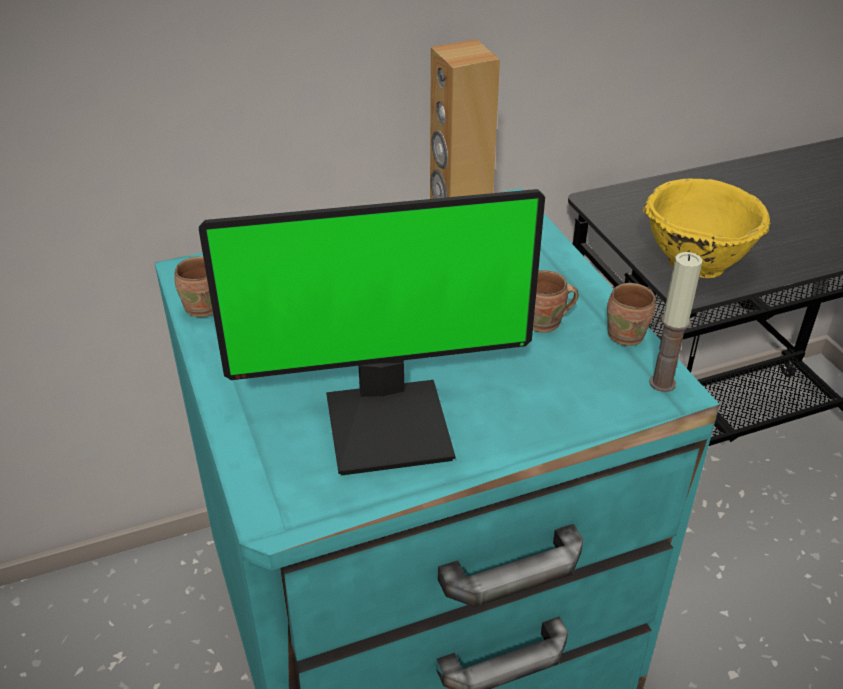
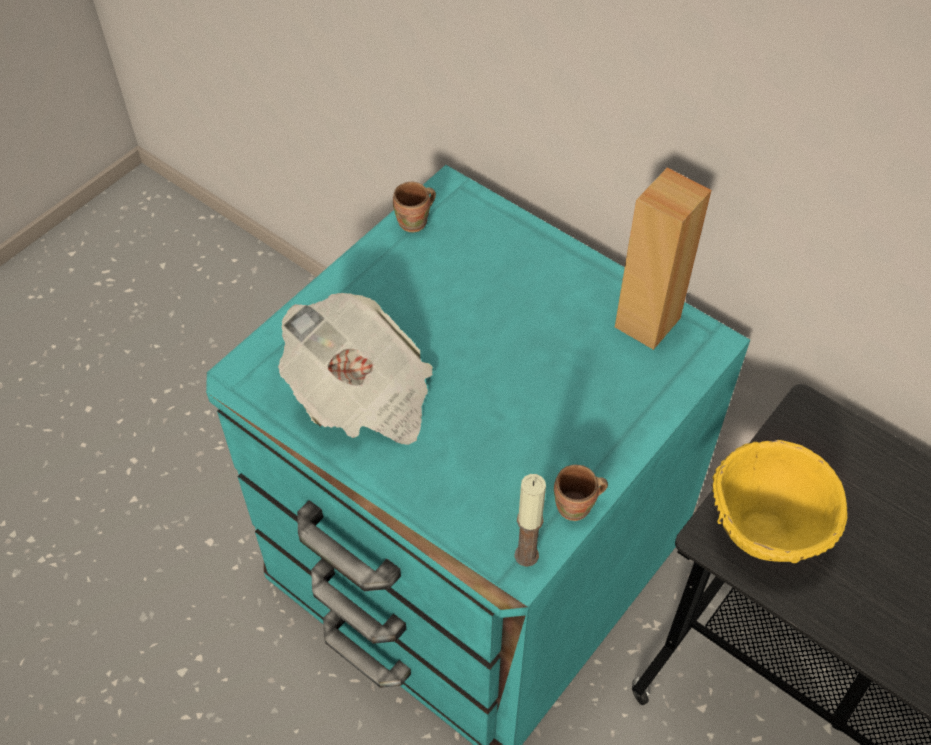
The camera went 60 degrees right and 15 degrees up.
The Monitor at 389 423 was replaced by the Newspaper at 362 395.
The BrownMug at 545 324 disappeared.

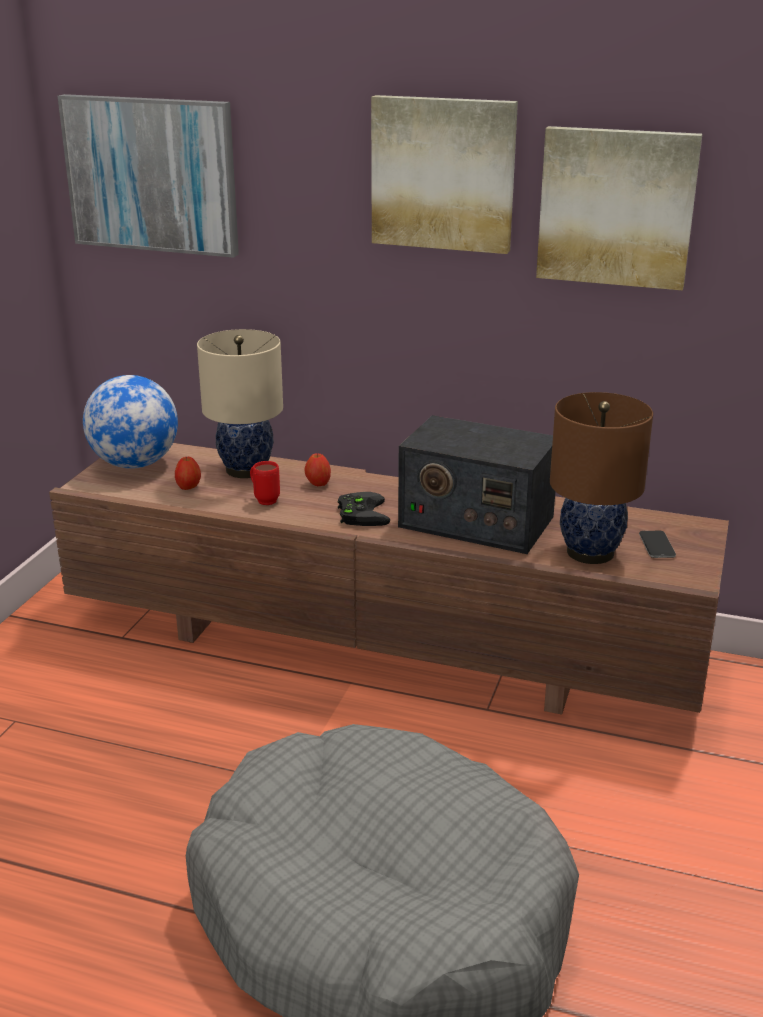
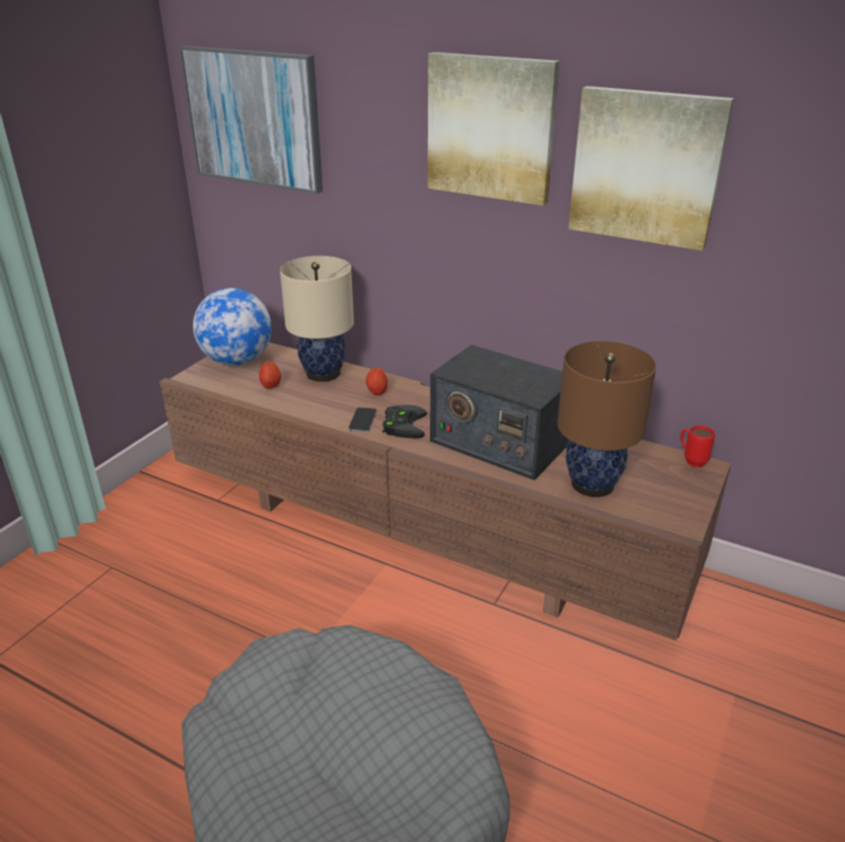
The camera went 10 degrees right and 5 degrees up.
The RedMug moved from 263 499 to 691 460.
The Phone moved from 656 545 to 362 420.

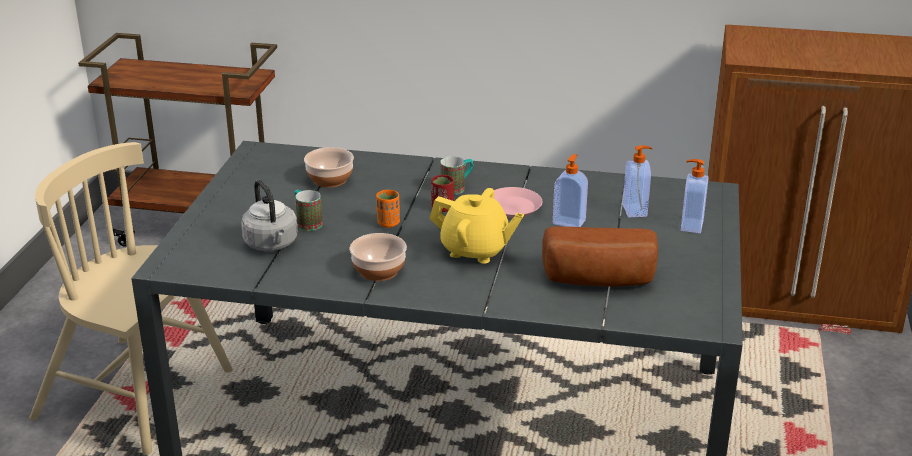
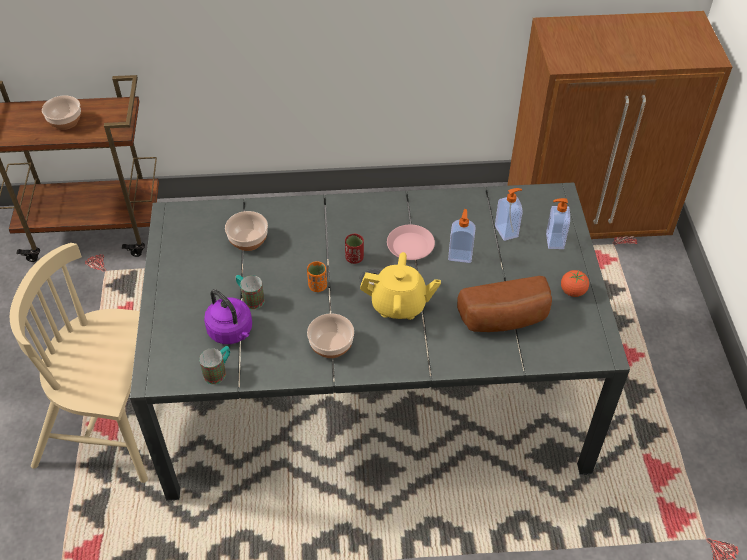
The camera went 15 degrees left and 20 degrees up.
The Mug moved from 457 188 to 218 371.
The GreyKettle at 272 244 became the PurpleKettle at 232 332.
The Bowl at 66 121 appeared.
The Tomato at 572 291 appeared.

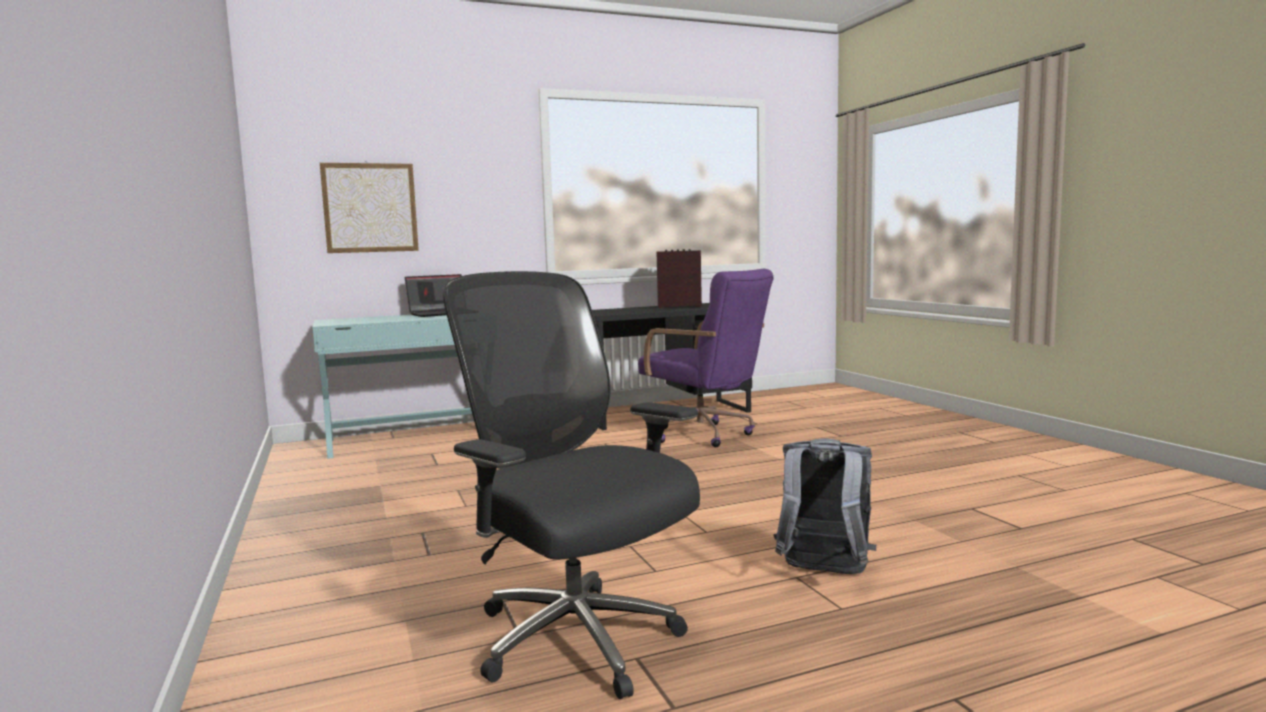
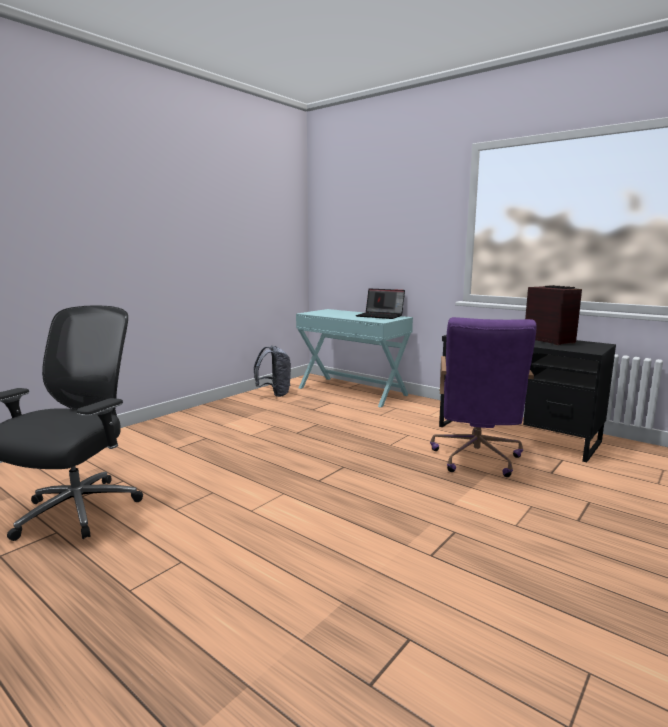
The camera went 60 degrees right and 5 degrees up.
The Picture at 370 206 disappeared.
The GreyBackpack moved from 823 574 to 274 394.

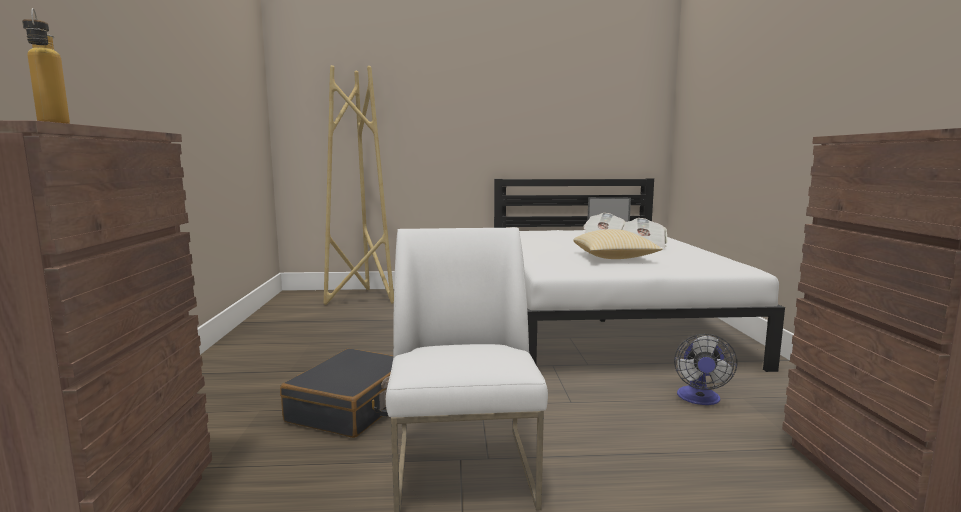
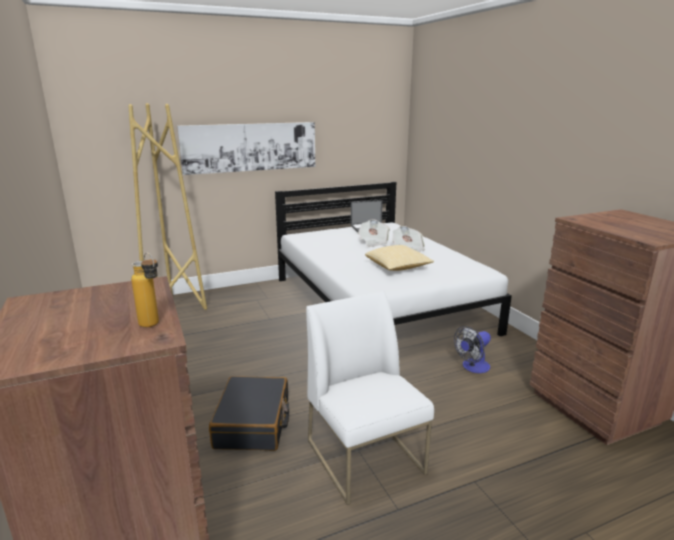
The camera went 20 degrees left and 10 degrees up.
The Fan at 699 399 turned 60 degrees clockwise.
The Picture at 250 147 appeared.

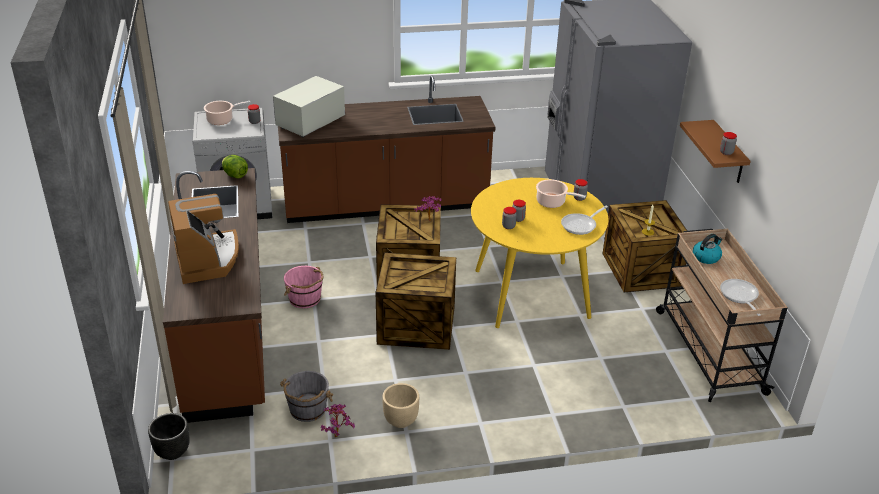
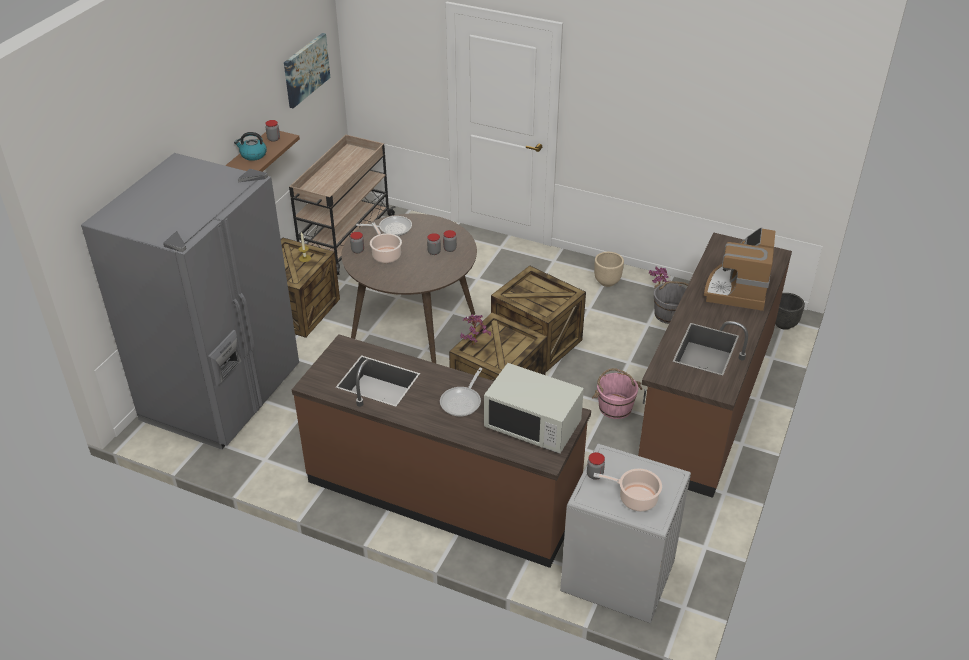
The camera went 145 degrees left and 5 degrees up.
The WhiteMicrowave at 311 123 turned 45 degrees clockwise.
The Lettuce at 235 175 disappeared.
The YellowDiningTable at 531 294 became the BrownDiningTable at 413 328.
The Kettle moved from 706 257 to 253 155.
The FryingPan moved from 739 296 to 462 401.
The Picture at 306 69 appeared.

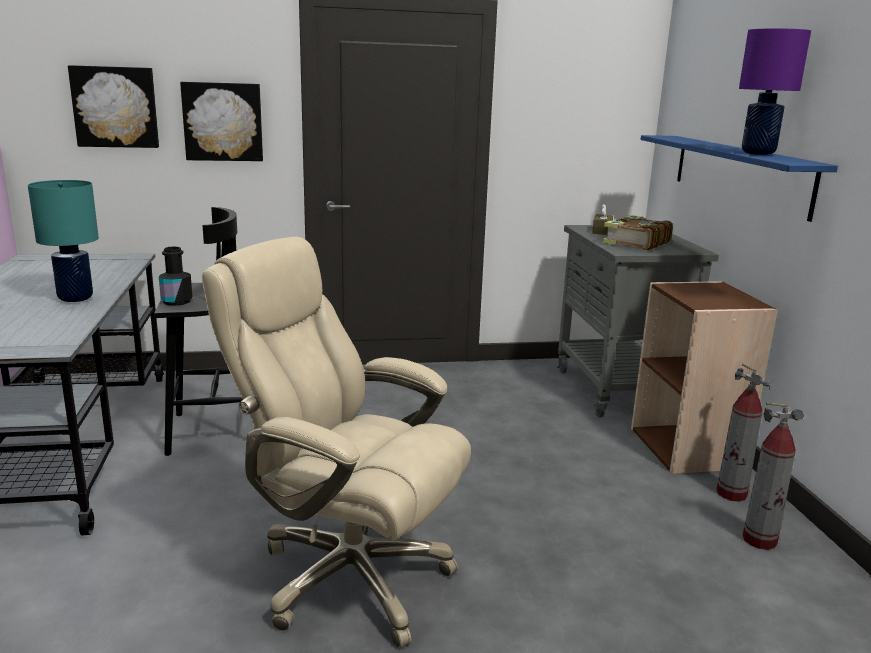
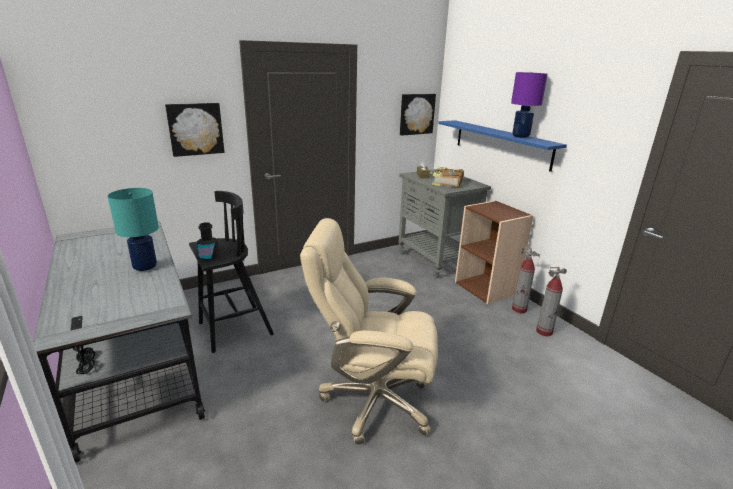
The camera went 20 degrees left and 5 degrees up.
The Picture moved from 115 107 to 416 114.

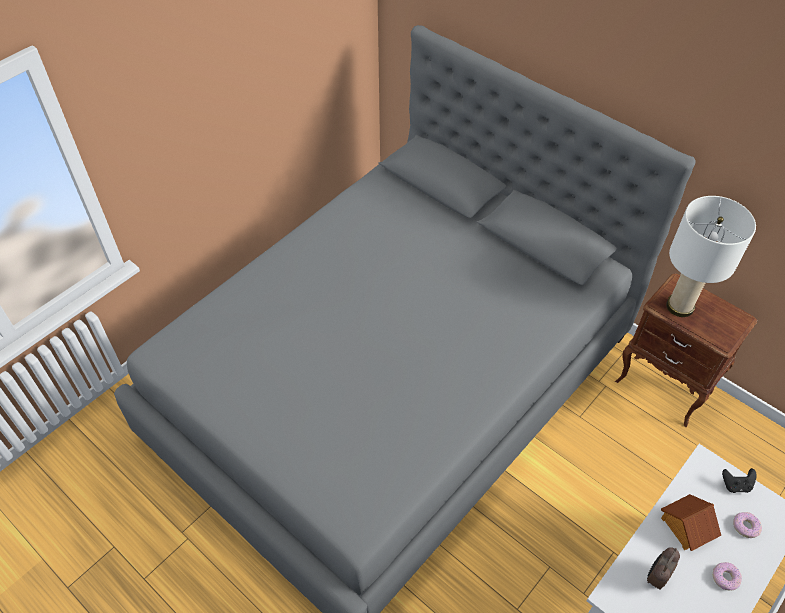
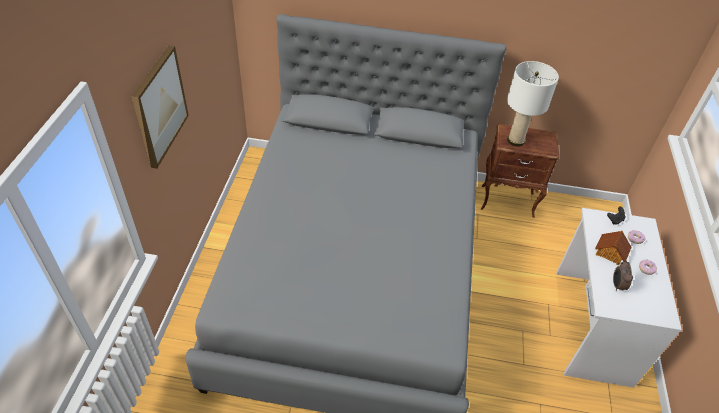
The camera went 35 degrees left and 5 degrees down.
The Picture at 159 106 appeared.

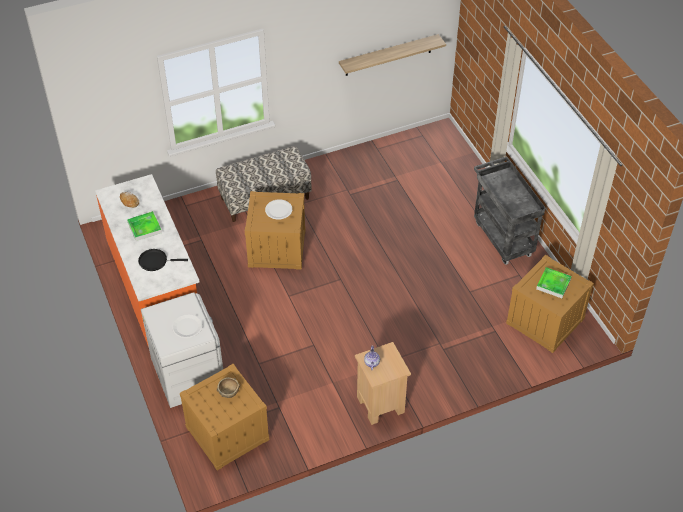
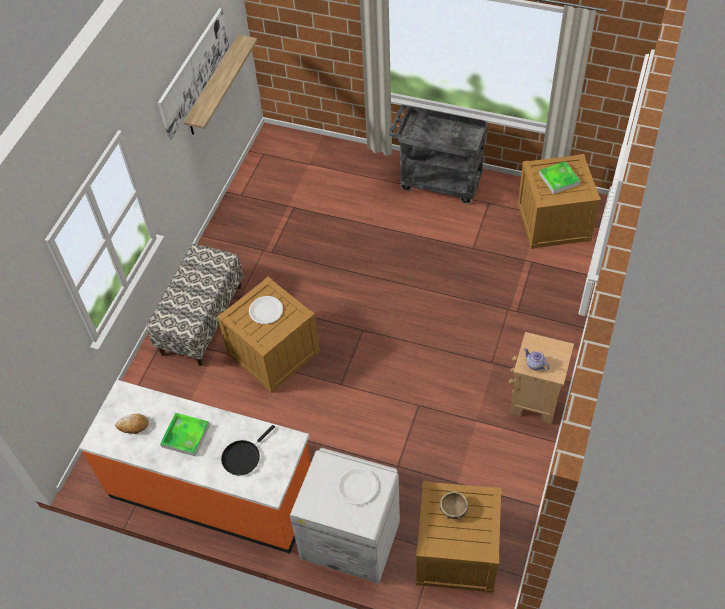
The camera went 45 degrees left and 5 degrees up.
The Picture at 193 72 appeared.

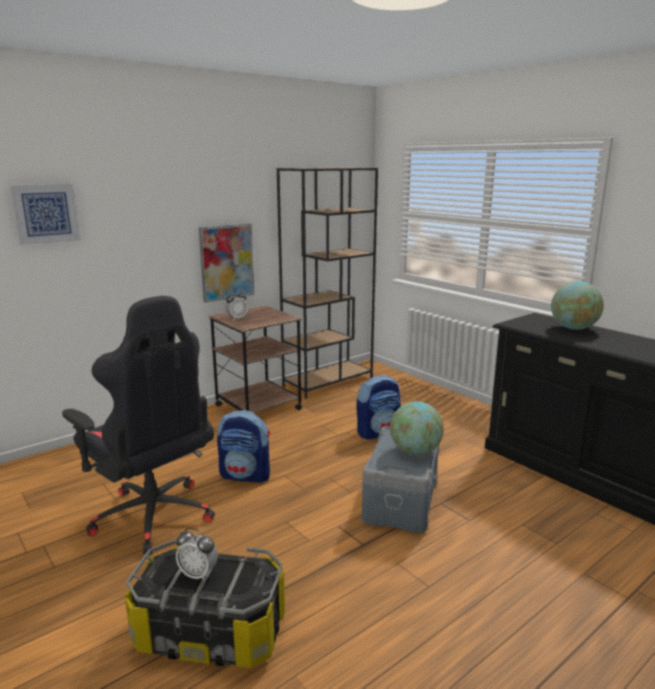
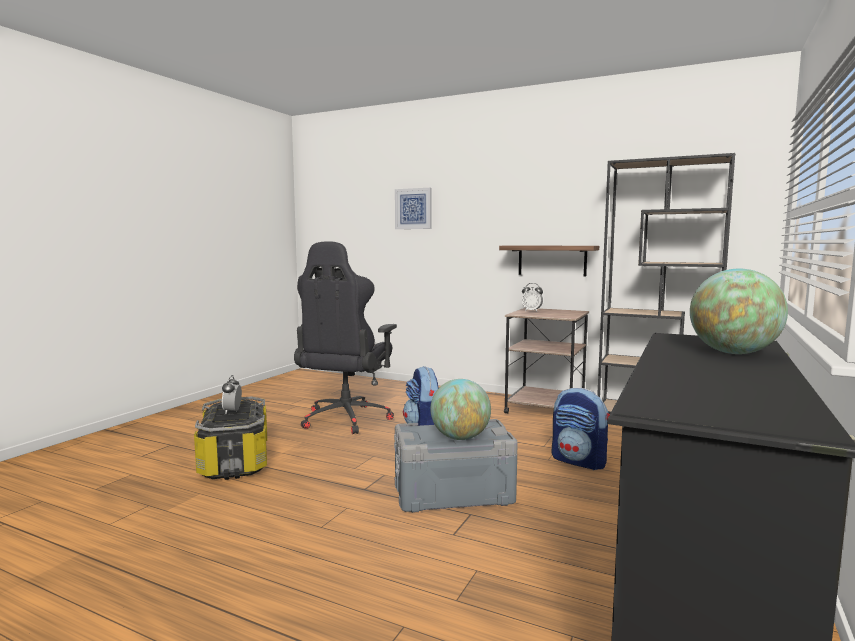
The camera went 65 degrees right and 10 degrees down.
The Picture at 227 262 was replaced by the Shelf at 552 260.

